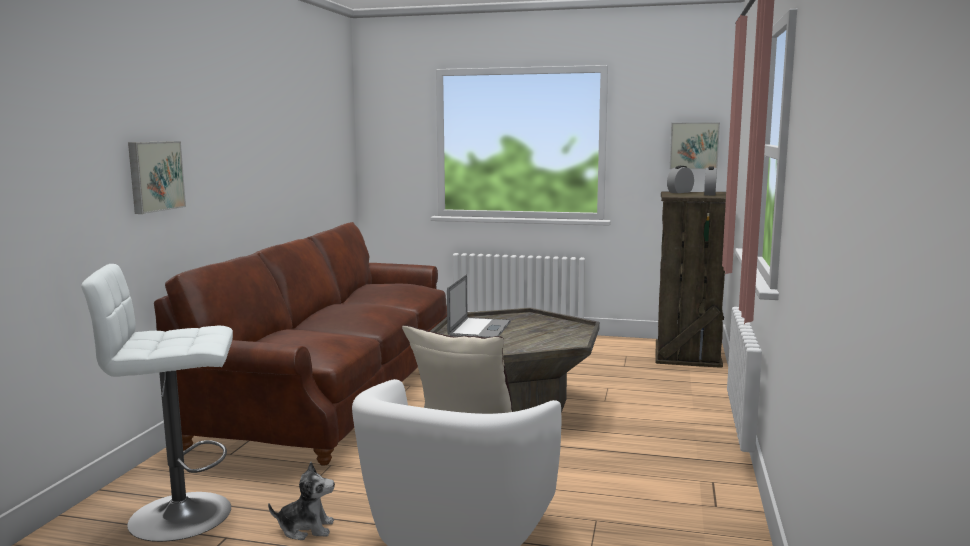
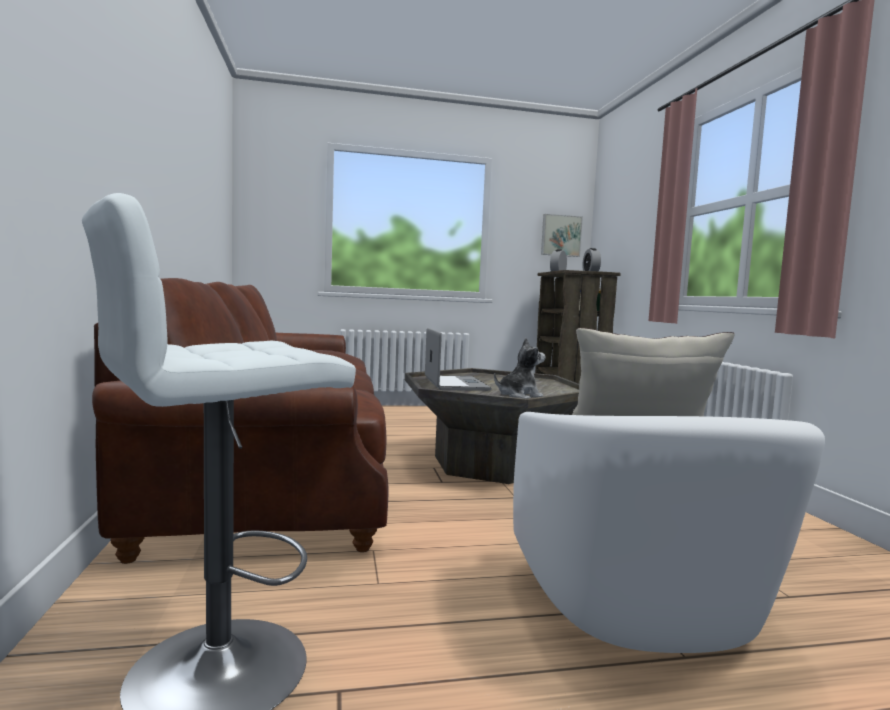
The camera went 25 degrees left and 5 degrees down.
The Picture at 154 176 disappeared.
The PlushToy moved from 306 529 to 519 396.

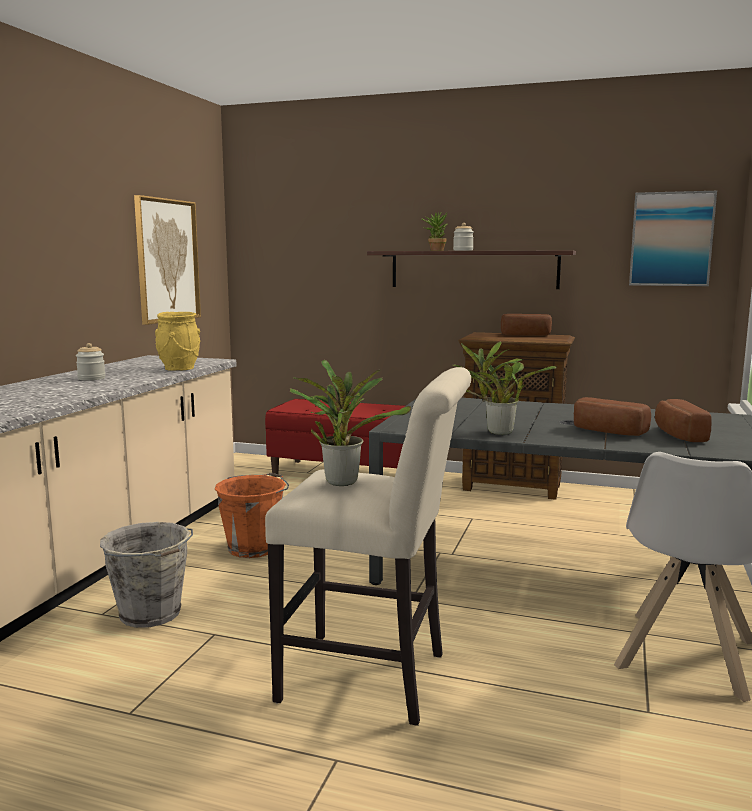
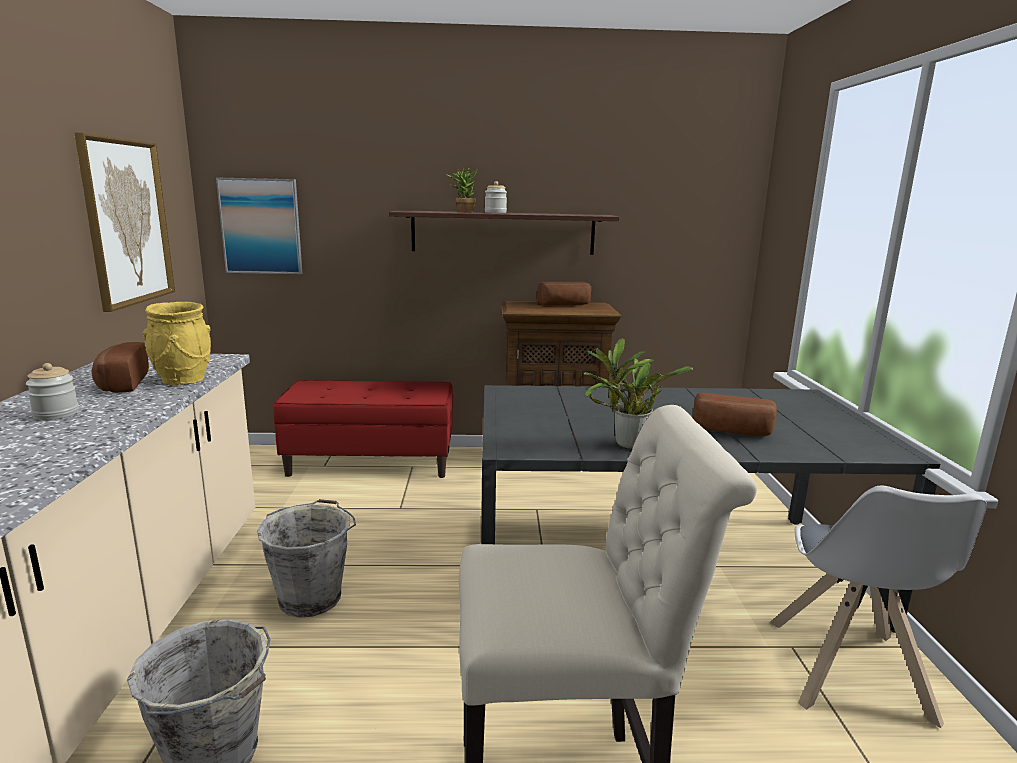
The camera went 20 degrees left and 5 degrees up.
The Picture moved from 671 239 to 261 226.
The PottedPlant at 341 480 disappeared.
The Bread moved from 676 435 to 120 383.
The OrangeBucket at 254 547 became the GreyBucket at 311 597.

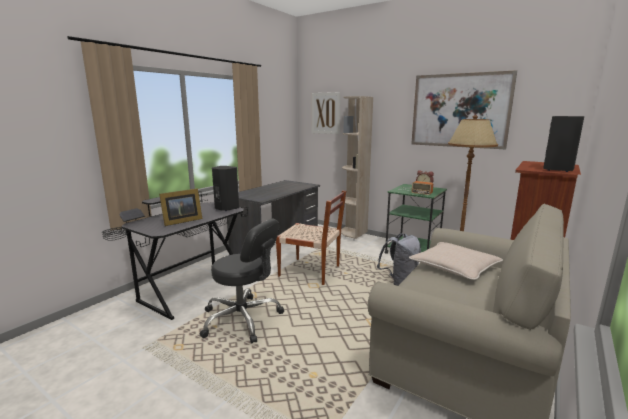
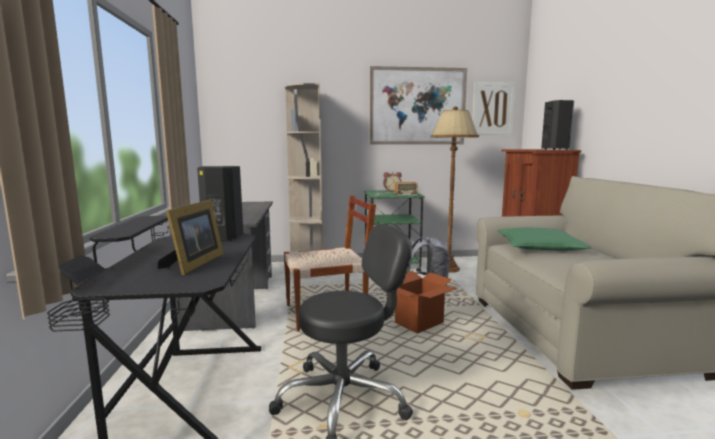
The camera went 40 degrees left and 5 degrees down.
The Picture moved from 326 113 to 493 109.
The BeigePillow at 454 266 became the GreenPillow at 539 247.
The CardboardBox at 419 323 appeared.

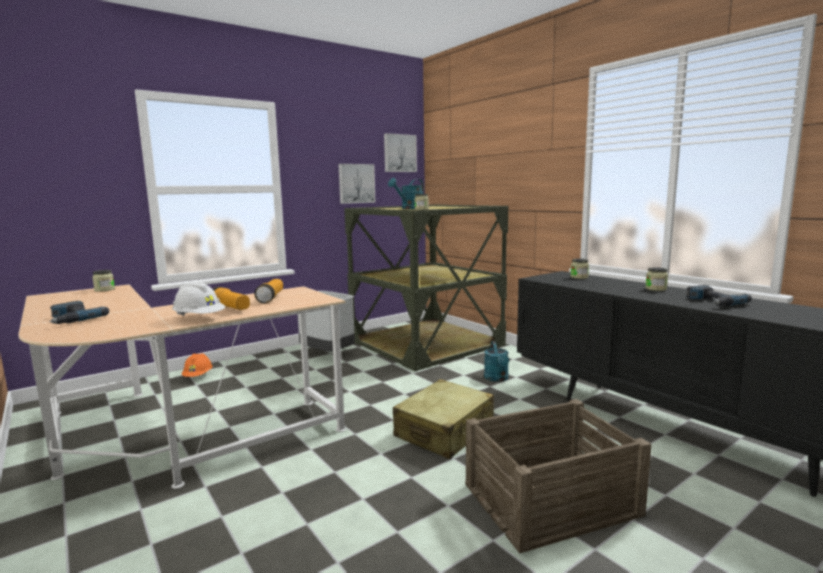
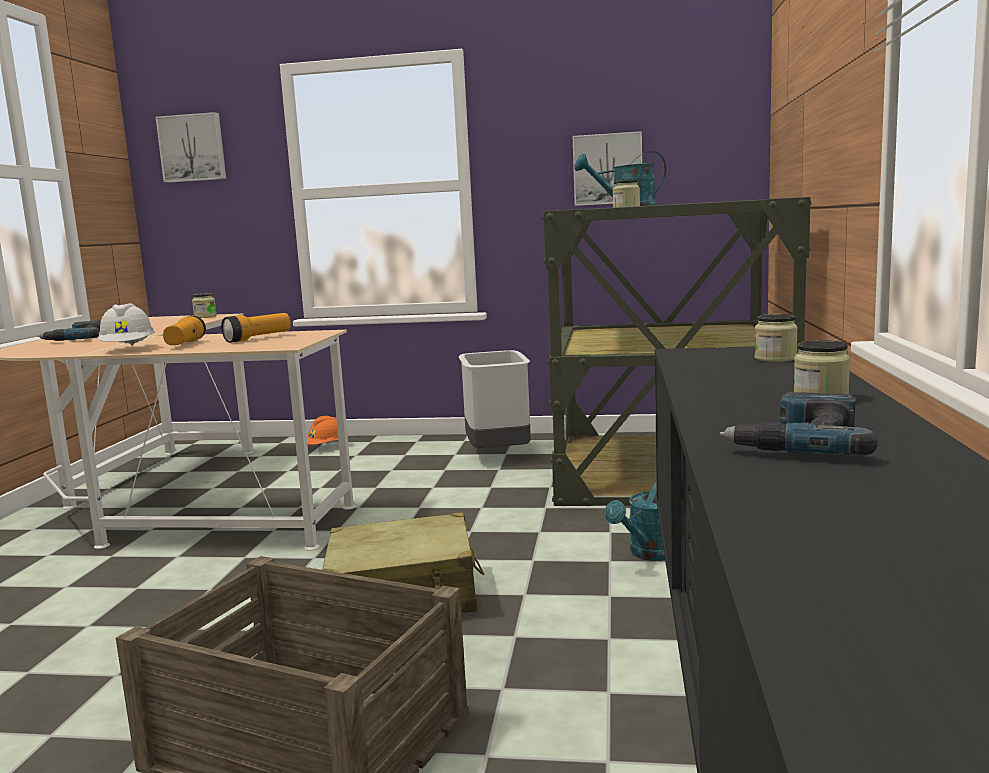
The camera went 45 degrees right and 0 degrees up.
The Picture moved from 399 153 to 193 148.

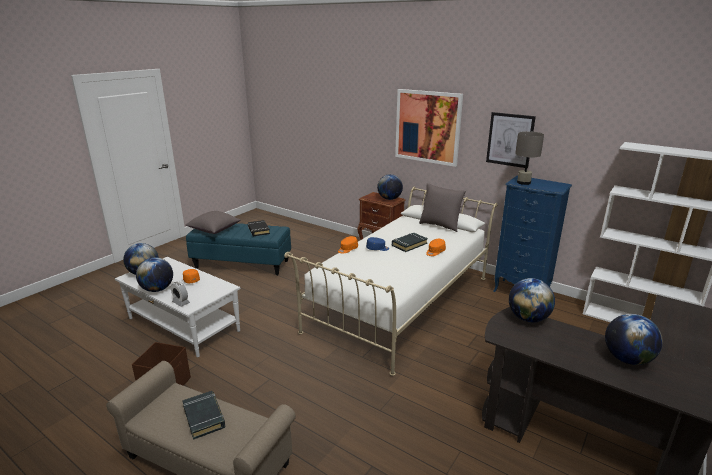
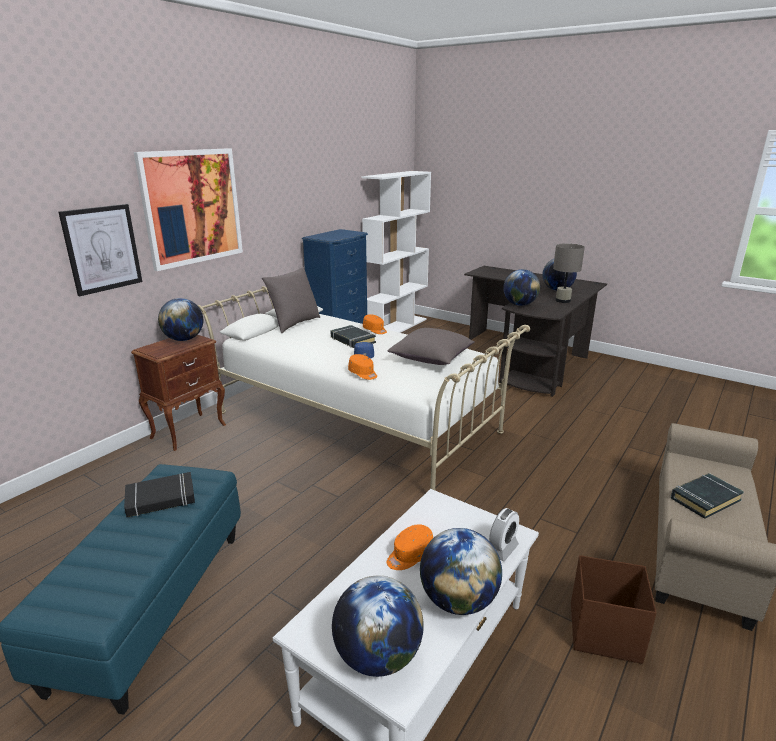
The camera went 90 degrees left and 0 degrees up.
The Picture moved from 510 139 to 102 249.
The GreyTableLamp moved from 523 182 to 562 300.
The GreyPillow moved from 214 230 to 432 359.

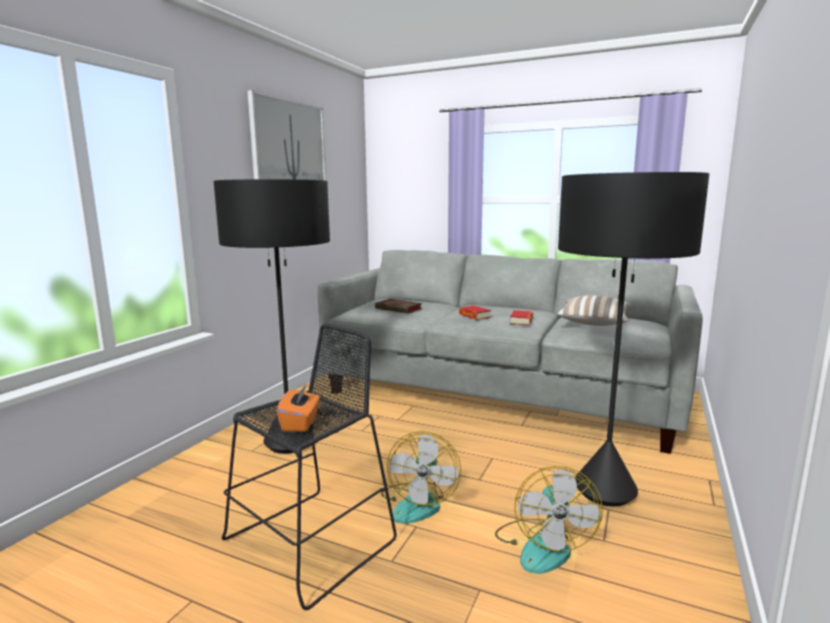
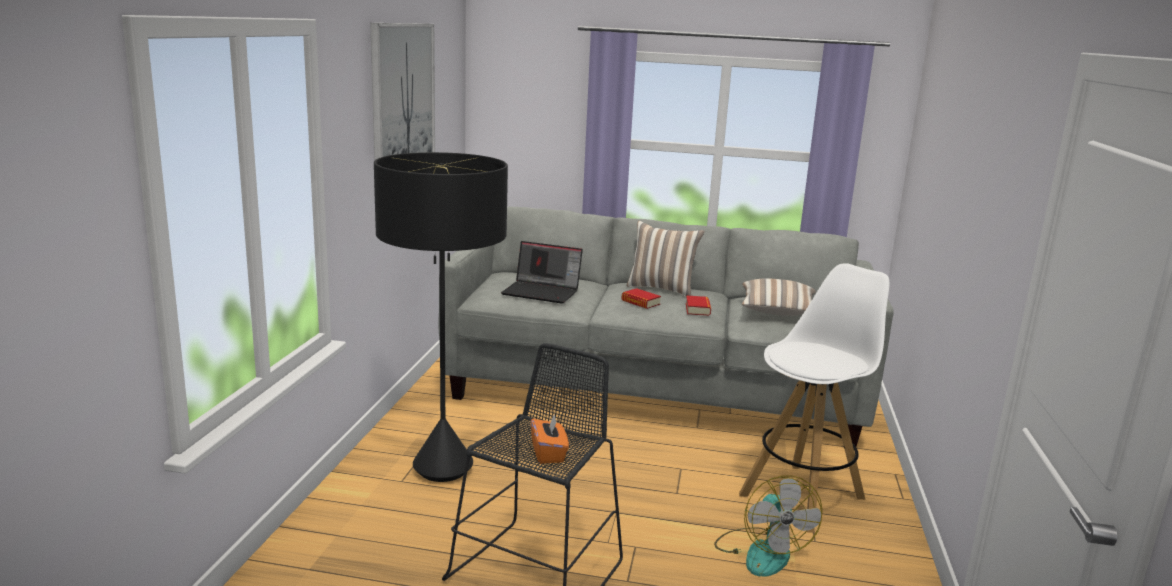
The camera went 15 degrees left and 5 degrees up.
The BlackFloorLamp at 604 492 was replaced by the WhiteStool at 803 496.
The Book at 399 309 was replaced by the Laptop at 542 292.
The Fan at 418 502 disappeared.
The Pillow at 662 288 appeared.

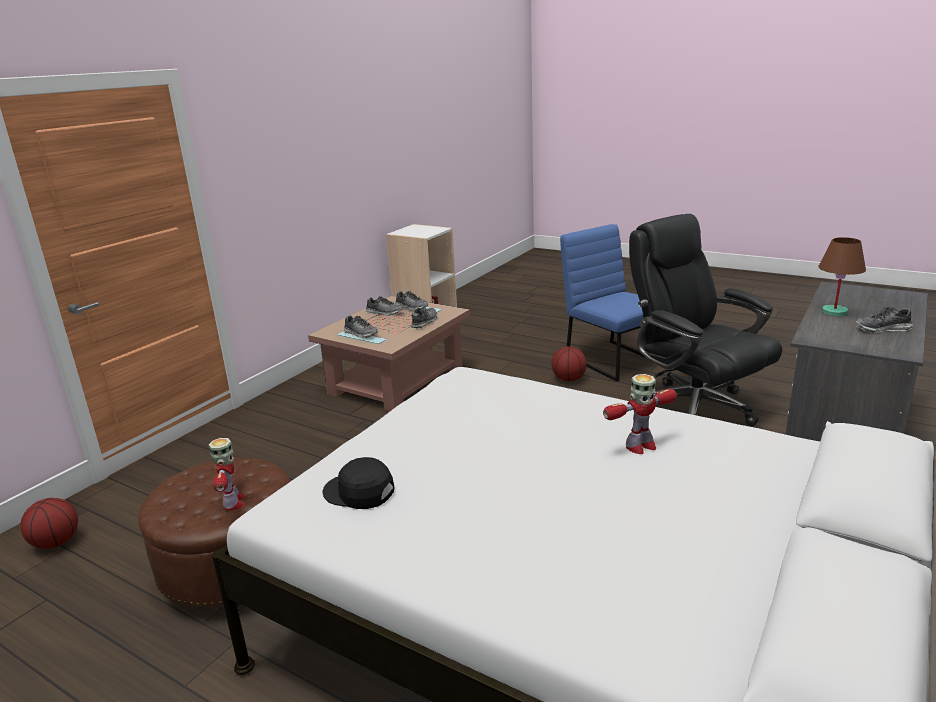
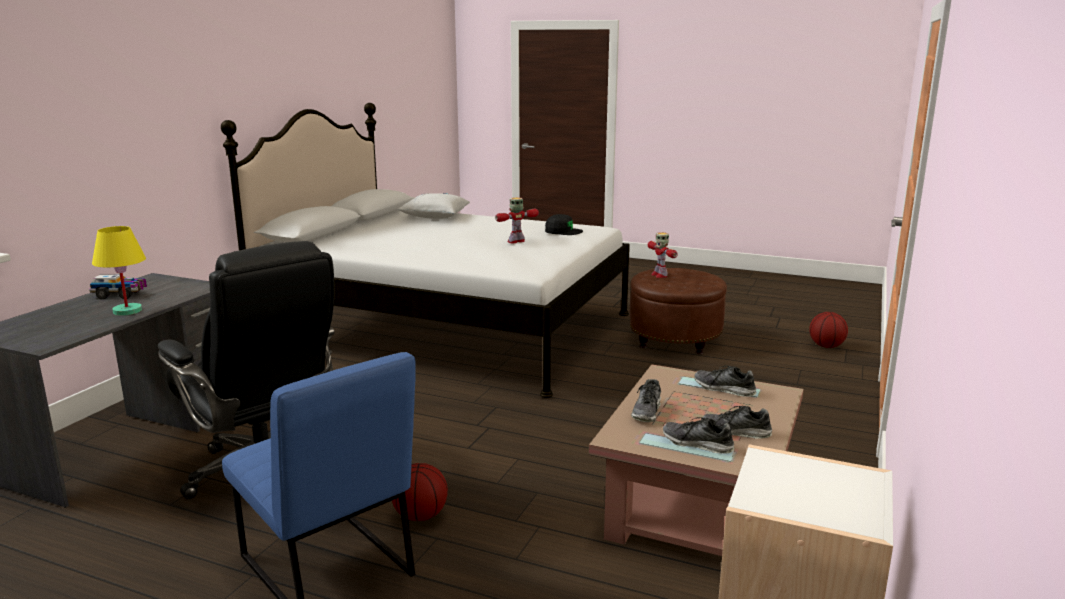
The camera went 170 degrees right and 5 degrees down.
The BrownTableLamp at 834 312 became the YellowTableLamp at 128 311.
The Shoe at 882 329 was replaced by the ToyTruck at 120 295.
The ToyRobot moved from 640 446 to 516 241.
The GreyPillow at 435 217 appeared.

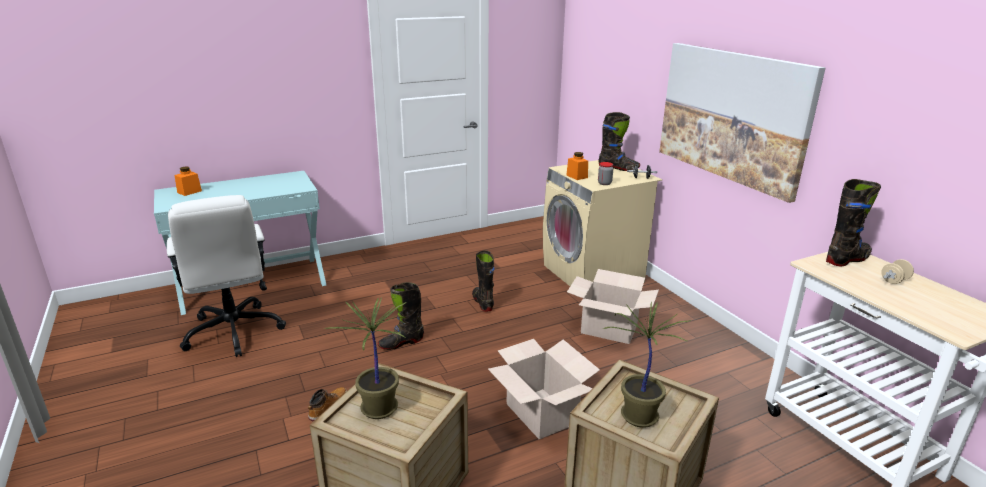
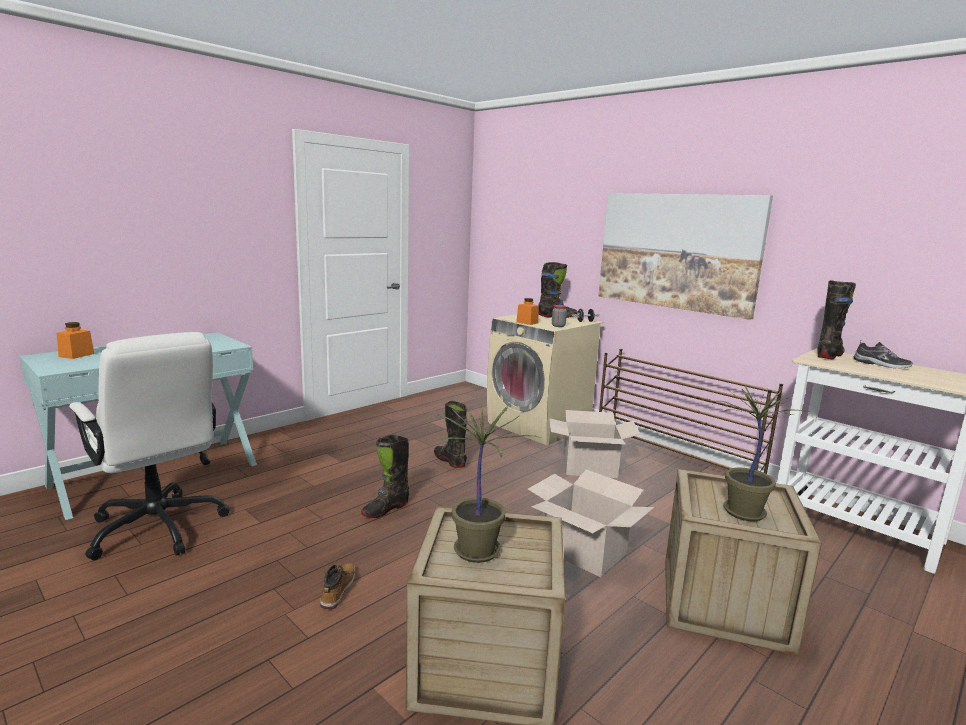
The camera went 20 degrees left and 10 degrees down.
The BeigeDumbbell at 894 280 was replaced by the Shoe at 881 365.
The BrownShoeRack at 675 459 appeared.

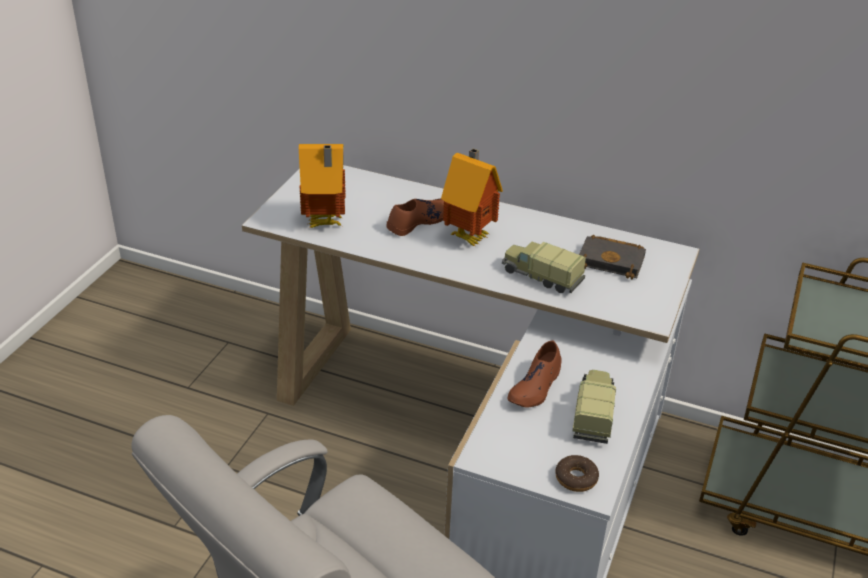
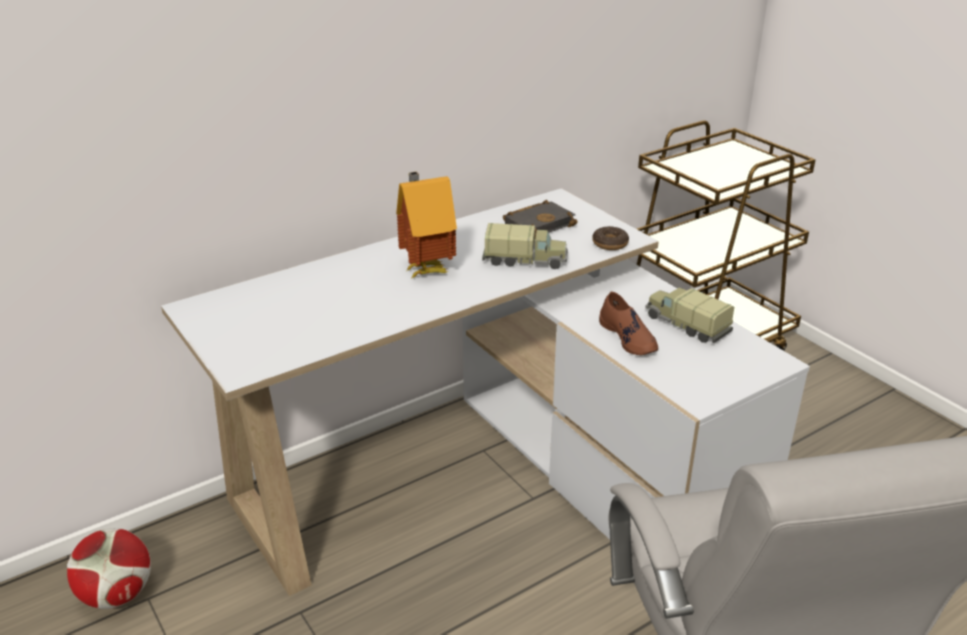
The camera went 55 degrees left and 5 degrees down.
The ToyHouse at 324 224 disappeared.
The BrownShoe at 419 221 disappeared.
The ToyTruck at 541 276 turned 150 degrees counterclockwise.
The Donut moved from 576 478 to 610 243.
The Football at 118 594 appeared.

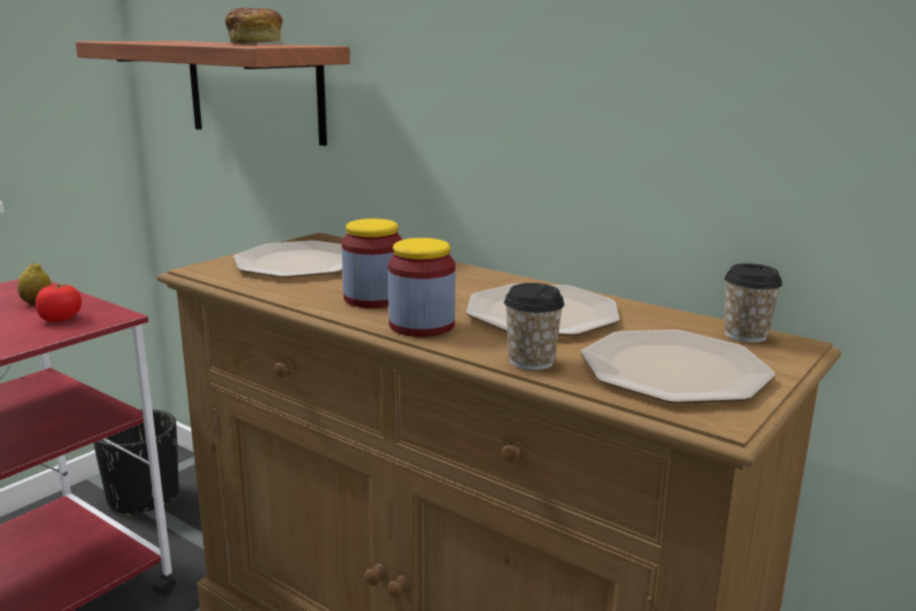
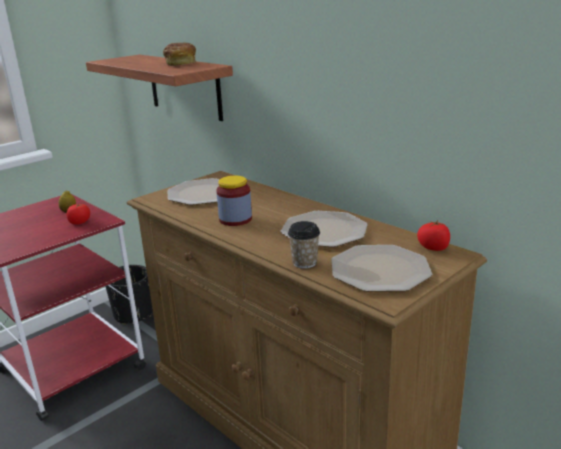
The camera went 10 degrees right and 5 degrees up.
The Jar at 421 325 disappeared.
The Cup at 745 335 was replaced by the Tomato at 433 248.

